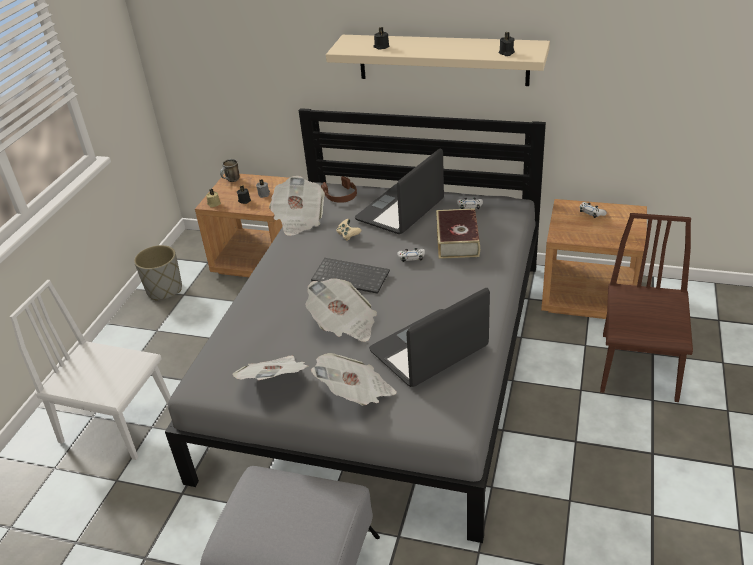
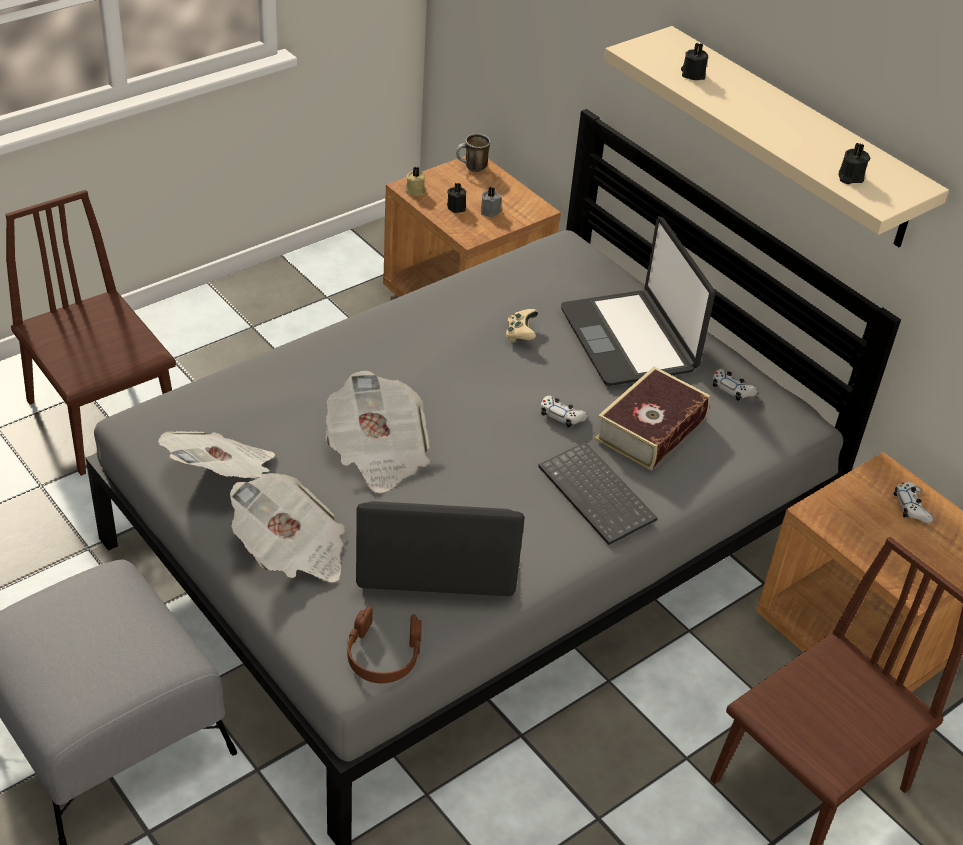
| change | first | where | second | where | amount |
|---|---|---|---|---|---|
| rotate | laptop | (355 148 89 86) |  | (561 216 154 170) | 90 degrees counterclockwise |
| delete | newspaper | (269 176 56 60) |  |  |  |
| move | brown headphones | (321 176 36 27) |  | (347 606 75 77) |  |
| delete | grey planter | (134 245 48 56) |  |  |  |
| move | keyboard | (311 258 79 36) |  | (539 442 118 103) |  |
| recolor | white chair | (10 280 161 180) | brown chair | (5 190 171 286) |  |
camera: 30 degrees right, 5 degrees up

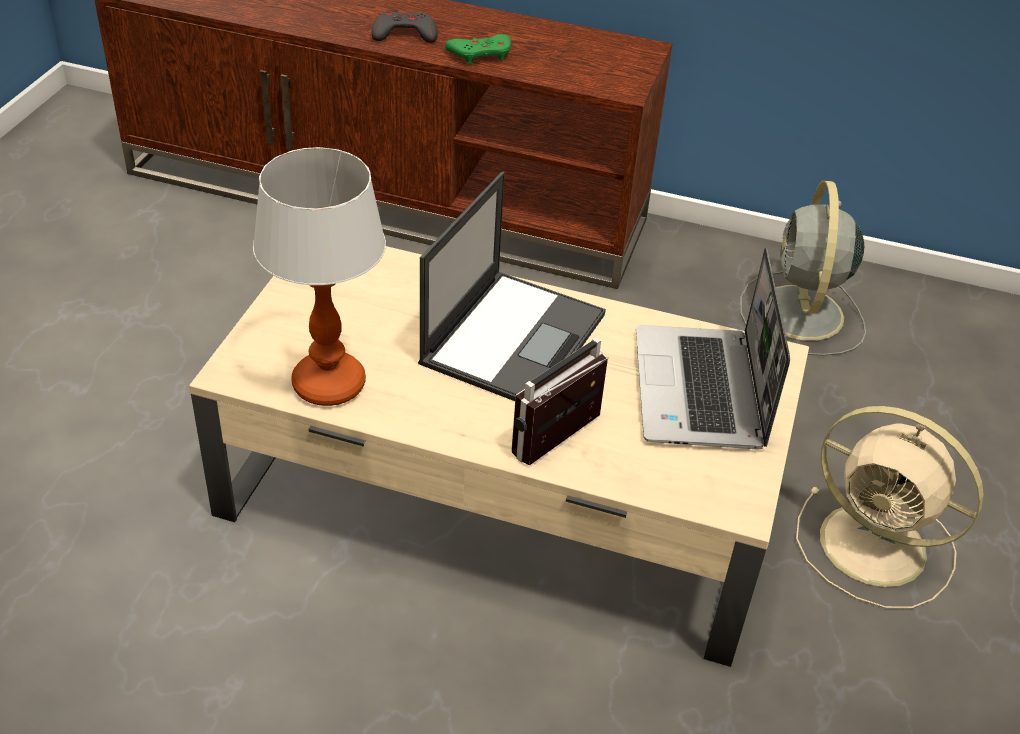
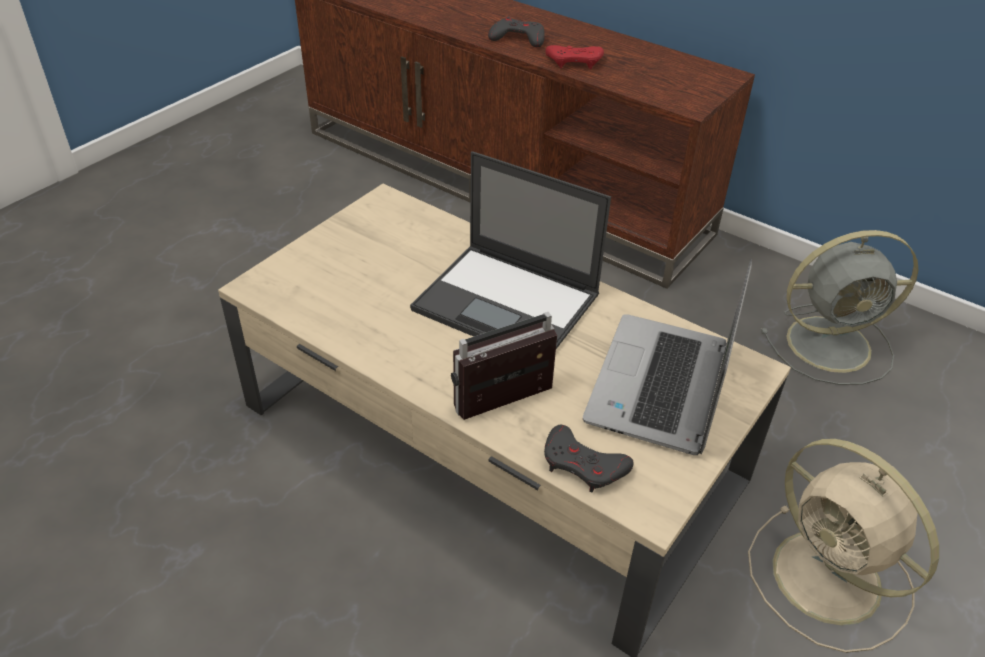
| change | first | where | second | where | amount |
|---|---|---|---|---|---|
| recolor | green game controller | (445 34 66 31) | red game controller | (545 45 59 24) |  |
| delete | table lamp | (253 147 133 259) |  |  |  |
| rotate | laptop | (418 172 188 229) |  | (410 151 201 198) | 75 degrees clockwise |
| rotate | grey fan | (740 181 126 175) |  | (761 230 157 155) | 120 degrees counterclockwise |
| insert |  |  | grey game controller | (544 425 90 67) |  |
camera: 20 degrees right, 0 degrees up

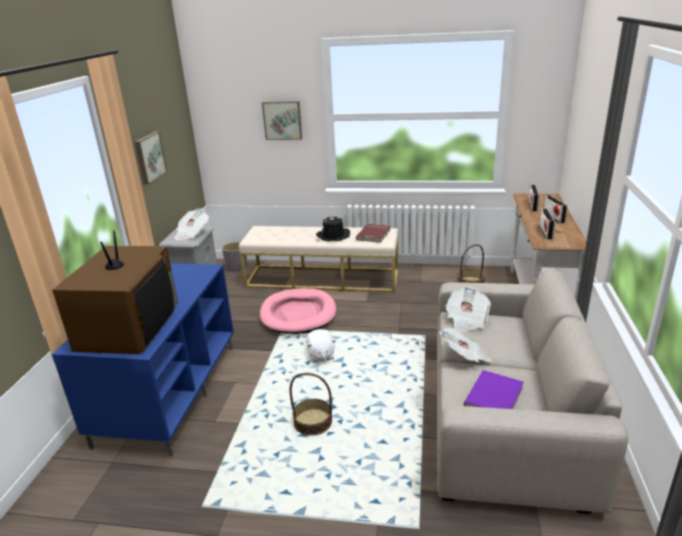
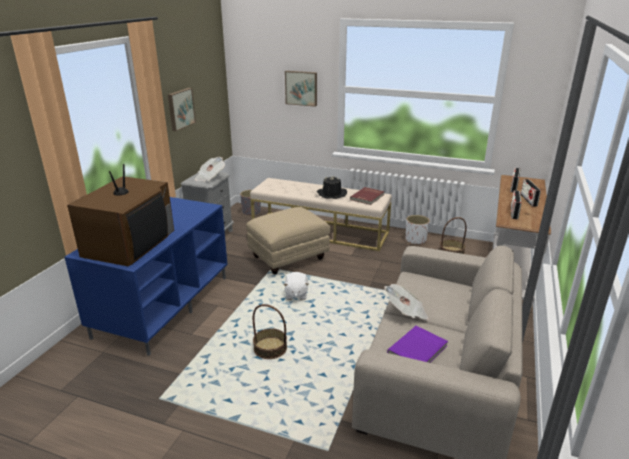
| change | first | where | second | where | amount |
|---|---|---|---|---|---|
| delete | newspaper | (445 287 46 45) |  |  |  |
| replace | pink dog bed | (260 288 76 46) | beige ottoman | (246 207 85 67) |  |
| insert |  |  | white planter | (406 215 24 29) |  |
camera: 10 degrees right, 0 degrees up

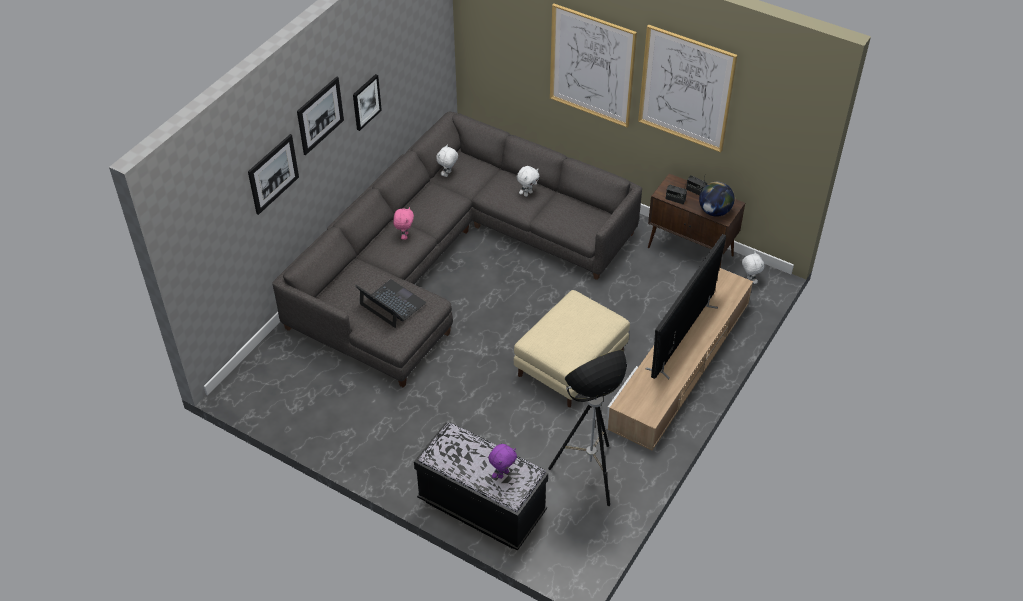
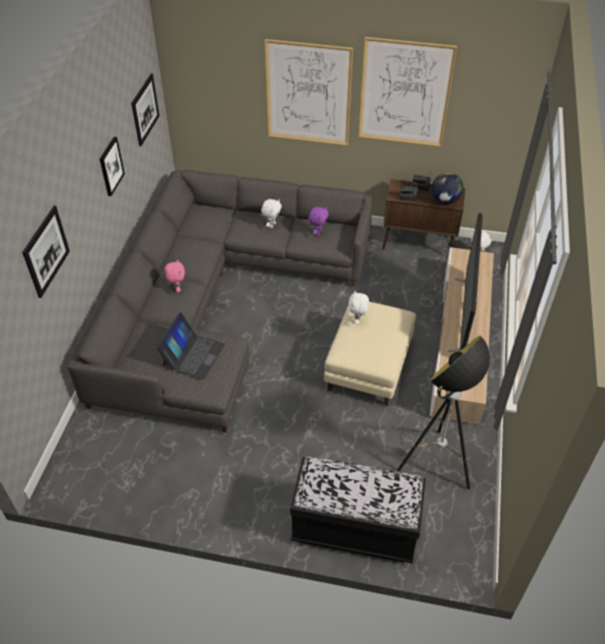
| change | first | where | second | where | amount |
|---|---|---|---|---|---|
| move | picture | (297 77 47 78) |  | (131 73 28 73) |  |
| move | white plush toy | (436 144 22 33) |  | (348 290 21 34) |  |
| rotate | laptop | (355 279 71 49) |  | (156 312 69 68) | 90 degrees clockwise |
| move | purple plush toy | (488 444 29 35) |  | (308 207 21 29) |  |
camera: 20 degrees left, 0 degrees up

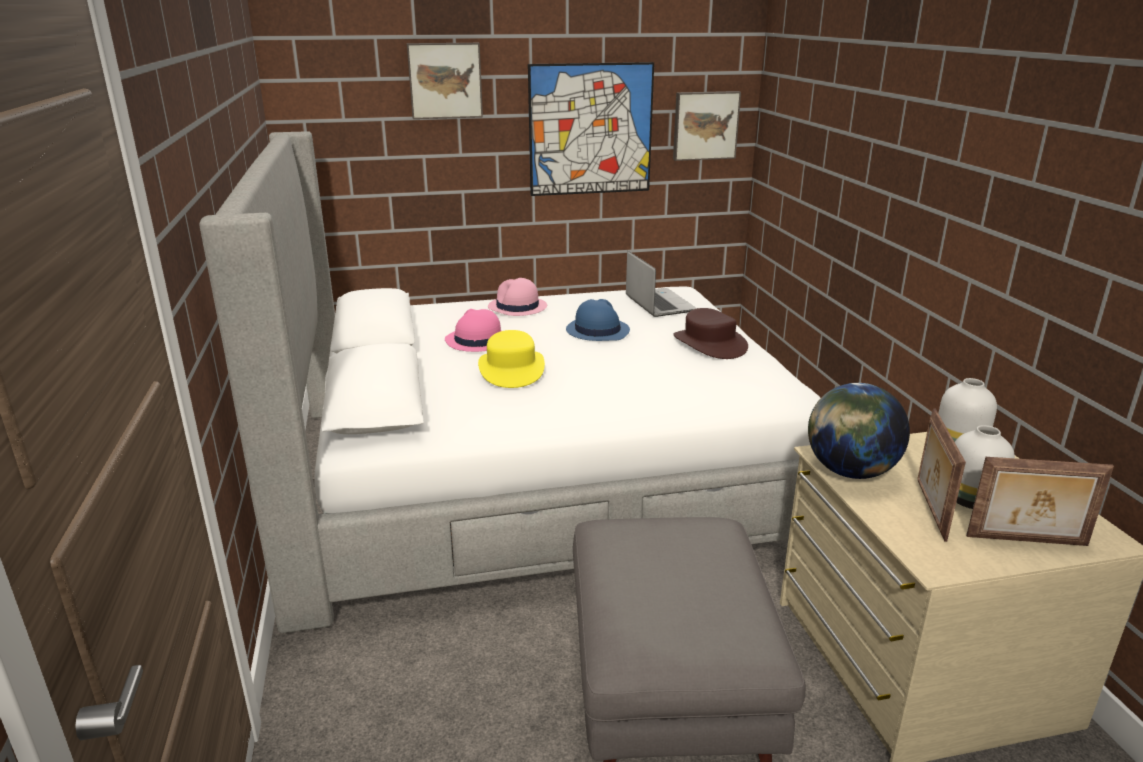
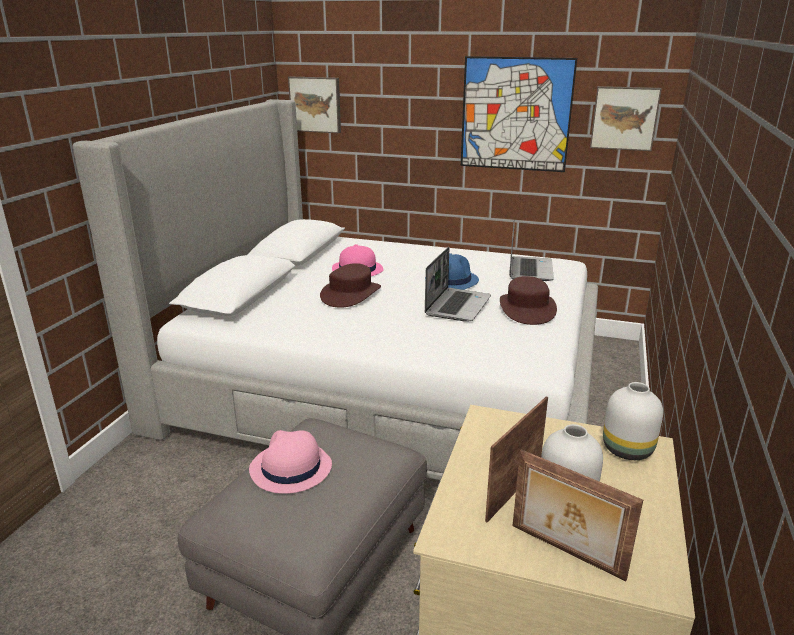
| change | first | where | second | where | amount |
|---|---|---|---|---|---|
| move | picture | (407 43 76 76) |  | (288 77 53 56) |  |
| move | pink hat | (488 278 59 38) |  | (249 430 83 64) |  |
| recolor | yellow hat | (478 330 67 58) | brown hat | (320 263 61 45) |  |
| delete | globe | (808 383 102 96) |  |  |  |
| insert |  |  | laptop | (425 247 66 75) |  |
camera: 30 degrees right, 0 degrees up

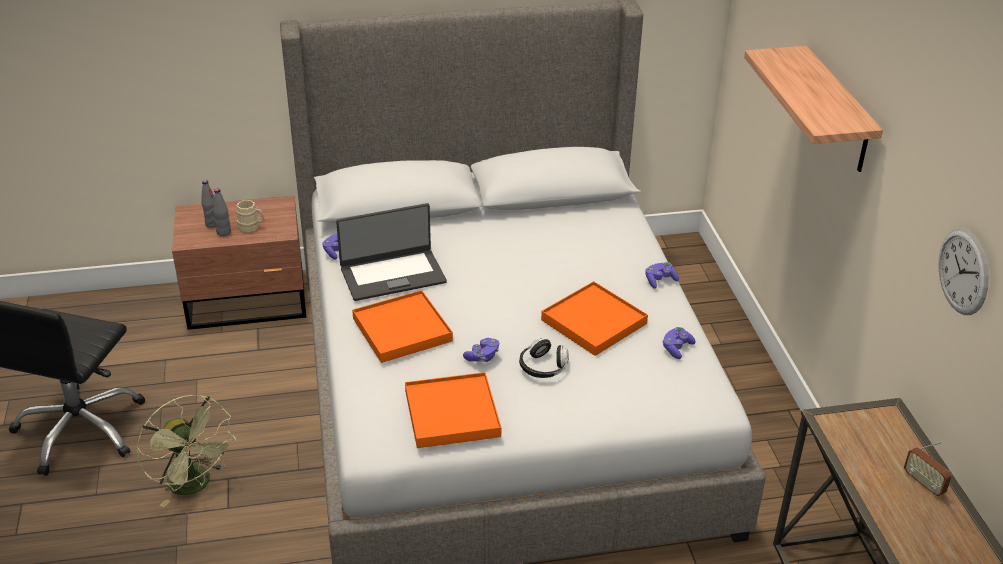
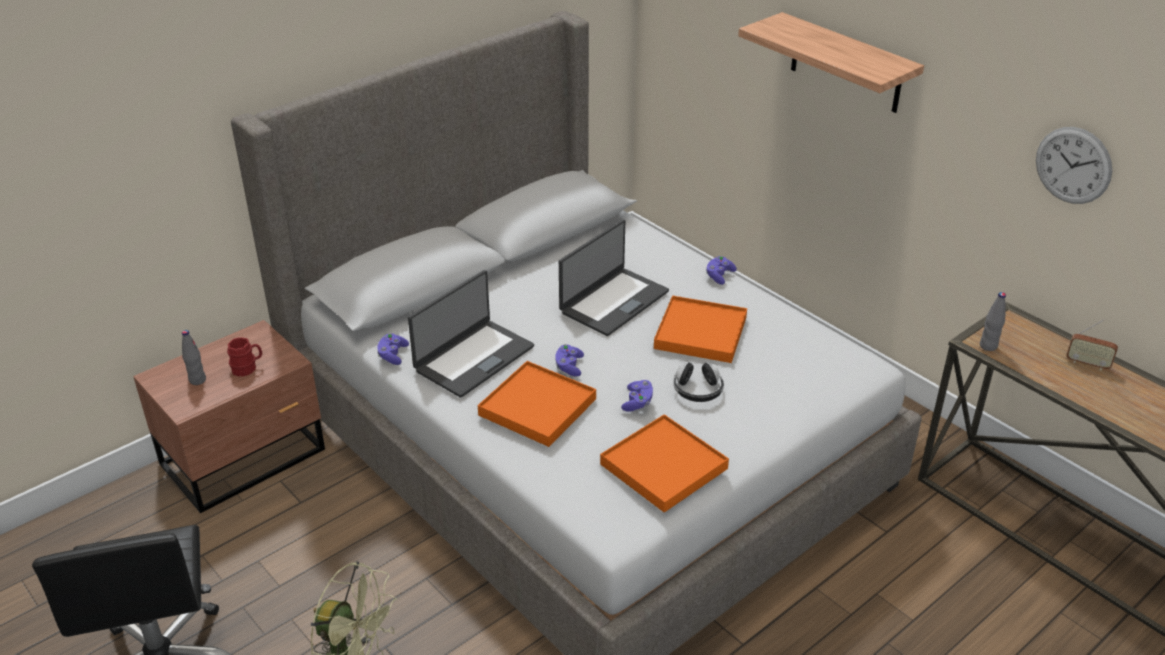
| change | first | where | second | where | amount |
|---|---|---|---|---|---|
| move | grey bottle | (213 189 18 47) |  | (980 292 26 59) |  |
| recolor | beige mug | (236 200 28 33) | red mug | (227 337 35 40) |  |
| move | purple game controller | (662 327 34 32) |  | (555 344 29 33) |  |
| insert |  |  | laptop | (559 220 110 116) |  |
camera: 30 degrees left, 0 degrees up

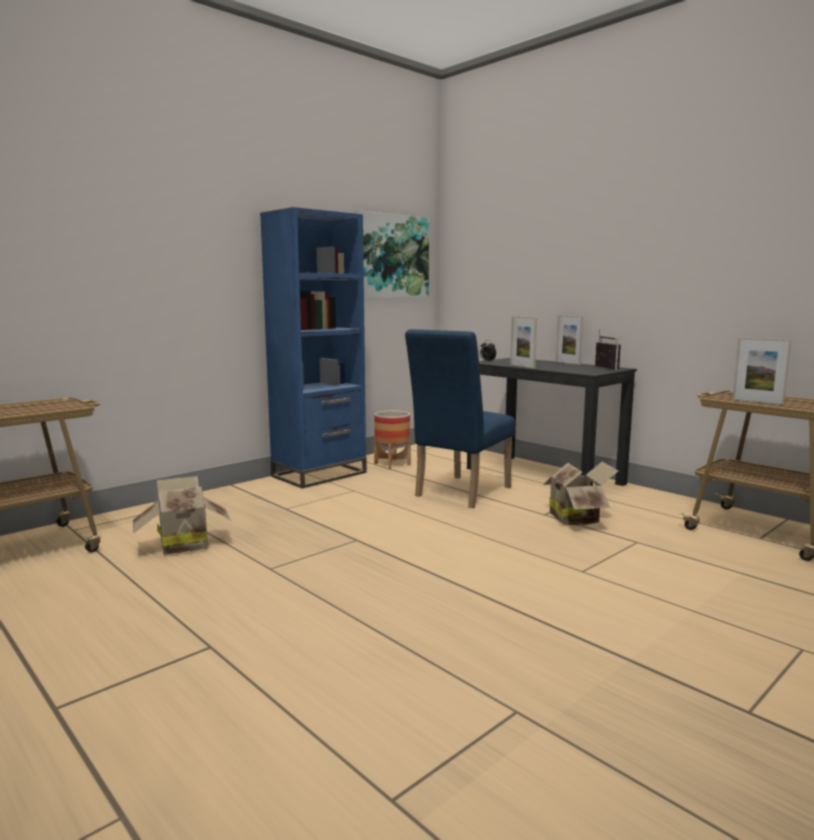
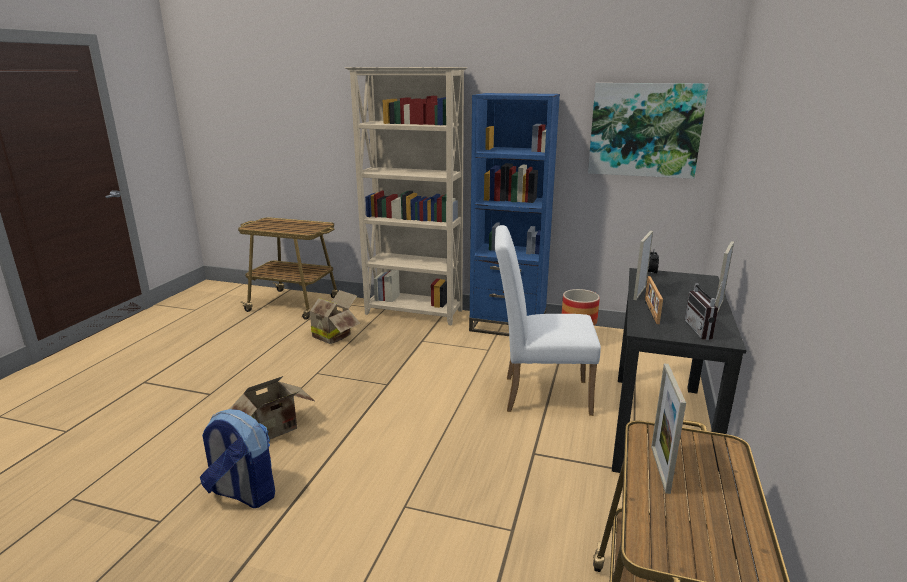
| change | first | where | second | where | amount |
|---|---|---|---|---|---|
| recolor | blue chair | (405 329 110 179) | white chair | (495 225 106 191) |  |
| rotate | radio | (595 329 26 41) |  | (685 280 38 60) | 135 degrees clockwise |
| move | cardboard box | (543 461 76 65) |  | (229 376 87 64) |  |
| insert |  |  | beige bookcase | (345 67 122 258) |  |
| insert |  |  | picture frame | (645 276 18 48) |  |
| insert |  |  | backpack | (200 409 75 99) |  |
camera: 60 degrees right, 10 degrees up

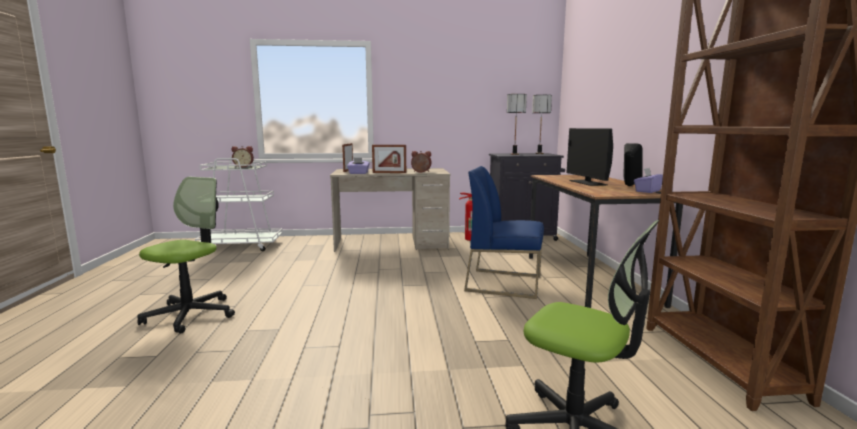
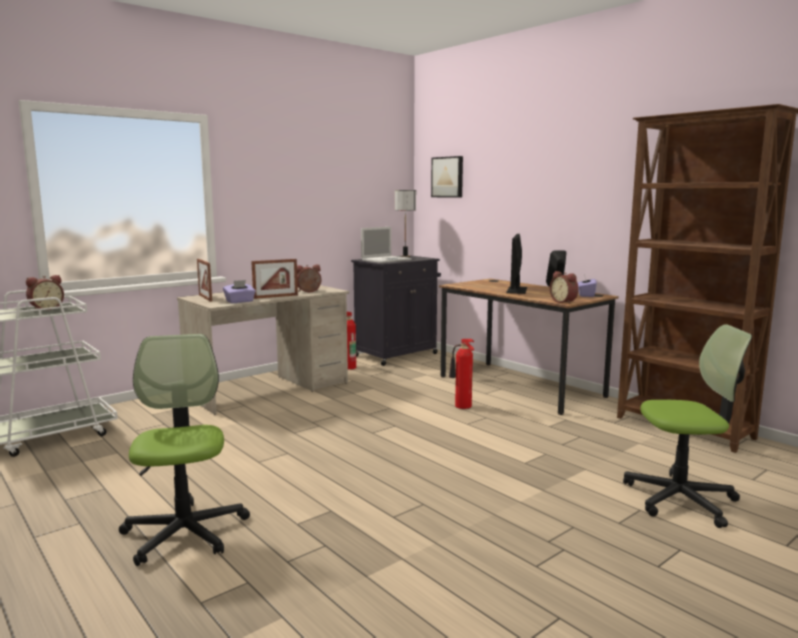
| change | first | where | second | where | amount |
|---|---|---|---|---|---|
| replace | table lamp | (507 94 20 61) | laptop | (361 227 51 36) |  |
| rotate | monitor | (566 128 47 58) |  | (506 234 21 60) | 60 degrees clockwise |
| replace | blue chair | (464 166 80 133) | fire extinguisher | (449 339 25 70) |  |
| insert |  |  | picture | (431 156 32 42) |  |
| insert |  |  | alarm clock | (550 271 29 33) |  |
camera: 35 degrees left, 0 degrees up

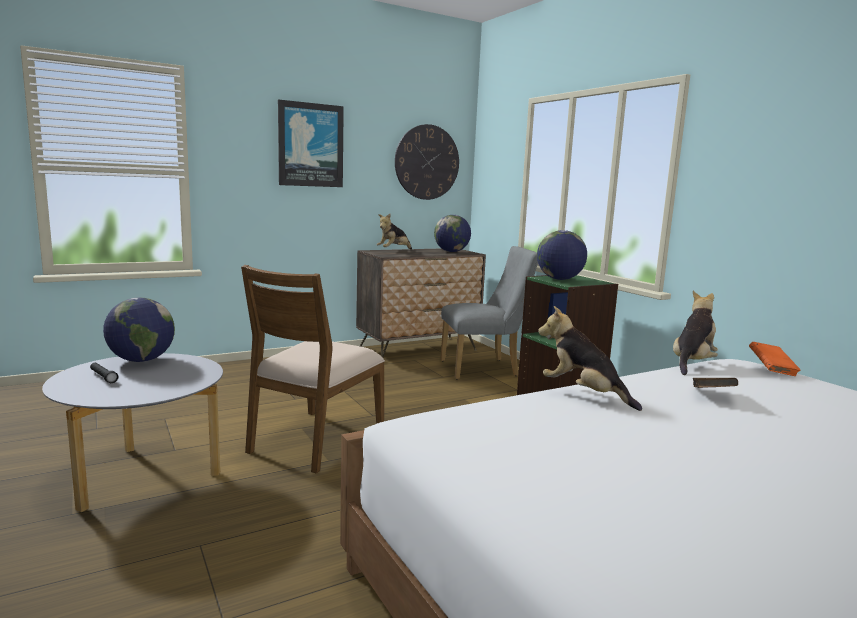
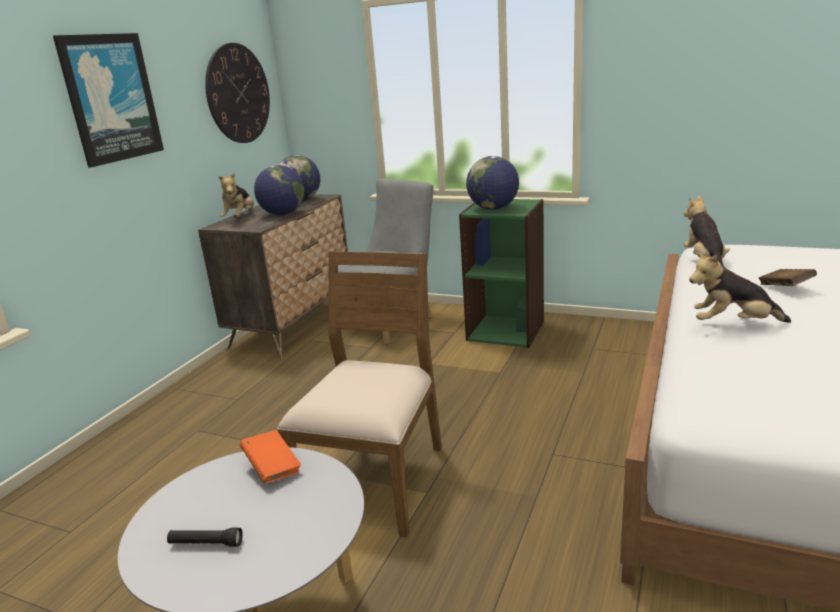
| change | first | where | second | where | amount |
|---|---|---|---|---|---|
| rotate | brown chair | (241 265 144 208) |  | (277 251 165 286) | 150 degrees counterclockwise |
| move | globe | (103 298 72 64) |  | (254 165 50 50) |  |
| move | orange book | (749 342 52 34) |  | (240 430 61 54) |  |
camera: 35 degrees left, 10 degrees up

